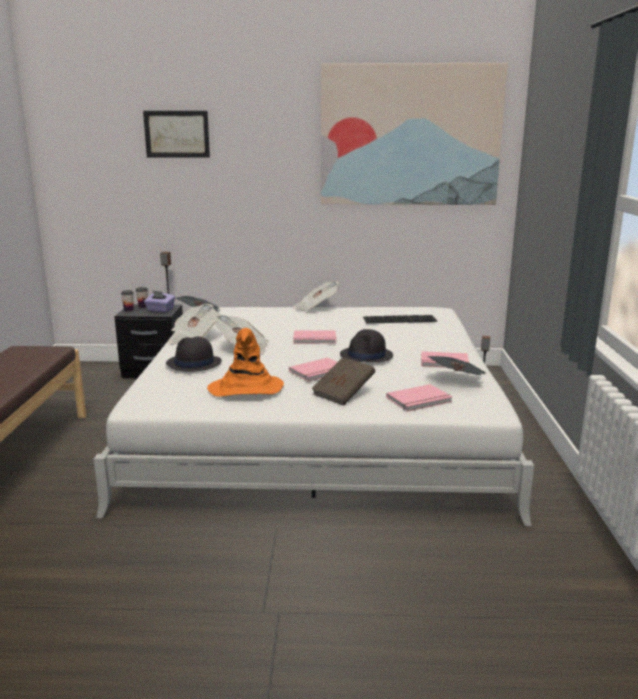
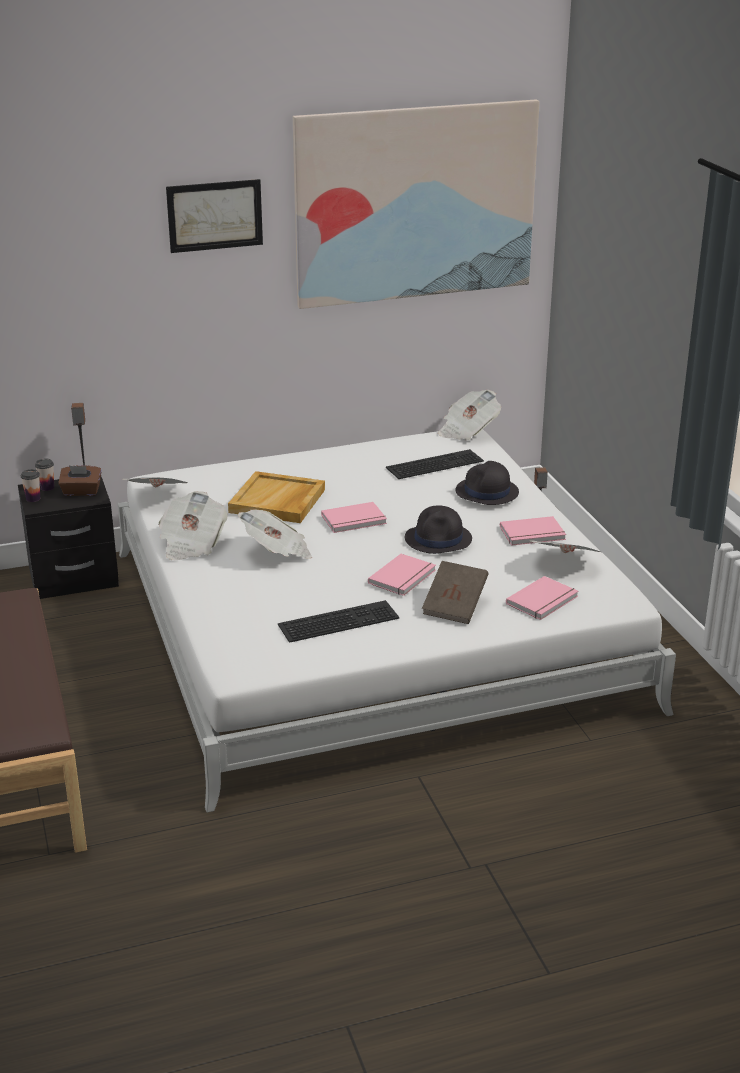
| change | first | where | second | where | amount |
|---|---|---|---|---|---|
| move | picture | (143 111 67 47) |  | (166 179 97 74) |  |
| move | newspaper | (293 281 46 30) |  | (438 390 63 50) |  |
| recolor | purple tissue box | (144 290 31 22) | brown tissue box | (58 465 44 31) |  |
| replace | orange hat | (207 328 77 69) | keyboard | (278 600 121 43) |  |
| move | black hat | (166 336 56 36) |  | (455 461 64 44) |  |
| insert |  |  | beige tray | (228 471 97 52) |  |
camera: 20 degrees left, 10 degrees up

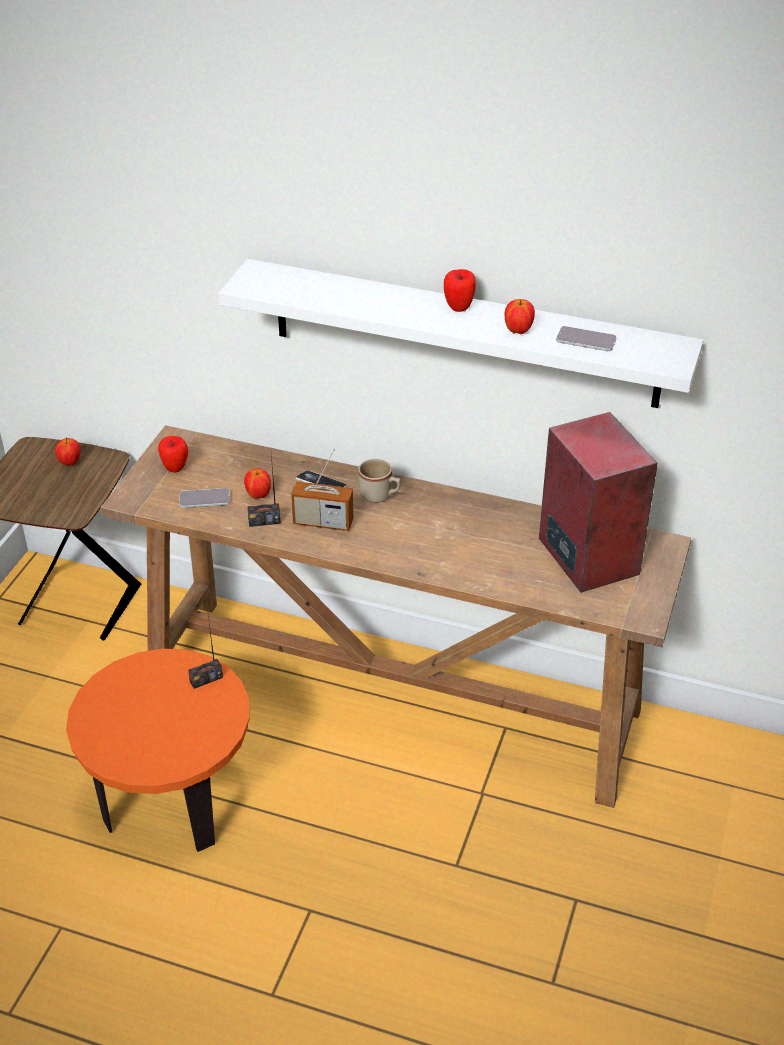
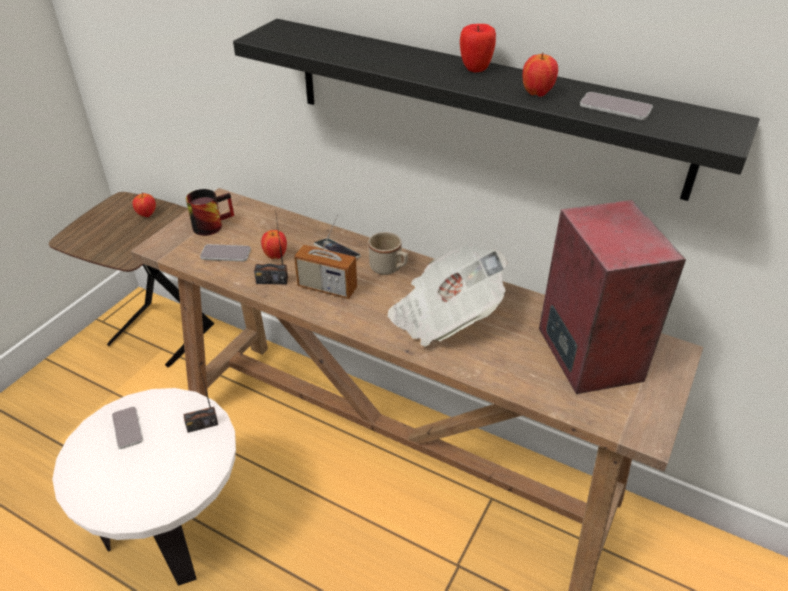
| change | first | where | second | where | amount |
|---|---|---|---|---|---|
| recolor | white shelf | (218 259 485 149) | black shelf | (233 19 527 182) |  |
| replace | apple | (158 436 30 36) | mug | (186 189 48 47) |  |
| recolor | orange side table | (66 649 184 203) | white side table | (52 388 184 198) |  |
| insert |  |  | newspaper | (388 244 120 103) |  |
| insert |  |  | phone | (112 407 31 42) |  |
camera: 10 degrees right, 0 degrees up

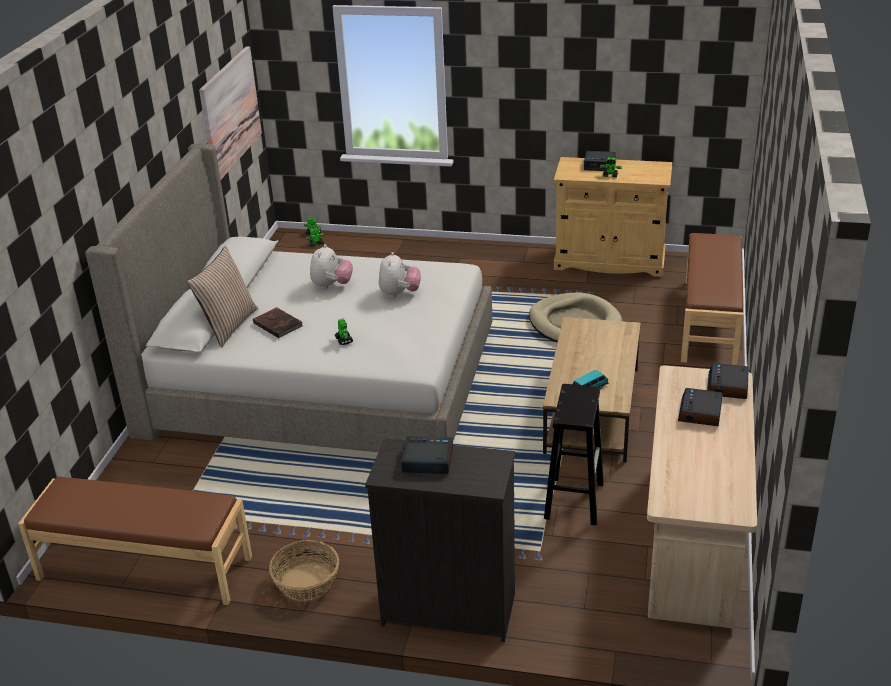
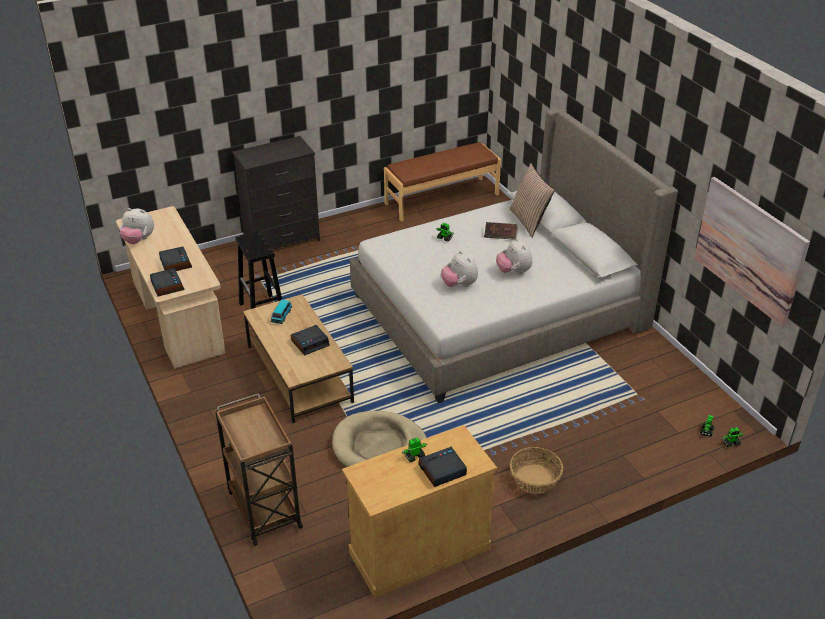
| change | first | where | second | where | amount |
|---|---|---|---|---|---|
| replace | brown bench | (681 233 63 132) | brown cart | (215 393 88 153) |  |
| move | alarm clock | (401 436 52 38) |  | (291 325 38 30) |  |
| move | basket | (269 540 70 61) |  | (510 447 53 47) |  |
| insert |  |  | plush toy | (120 208 34 36) |  |
camera: 140 degrees right, 5 degrees up

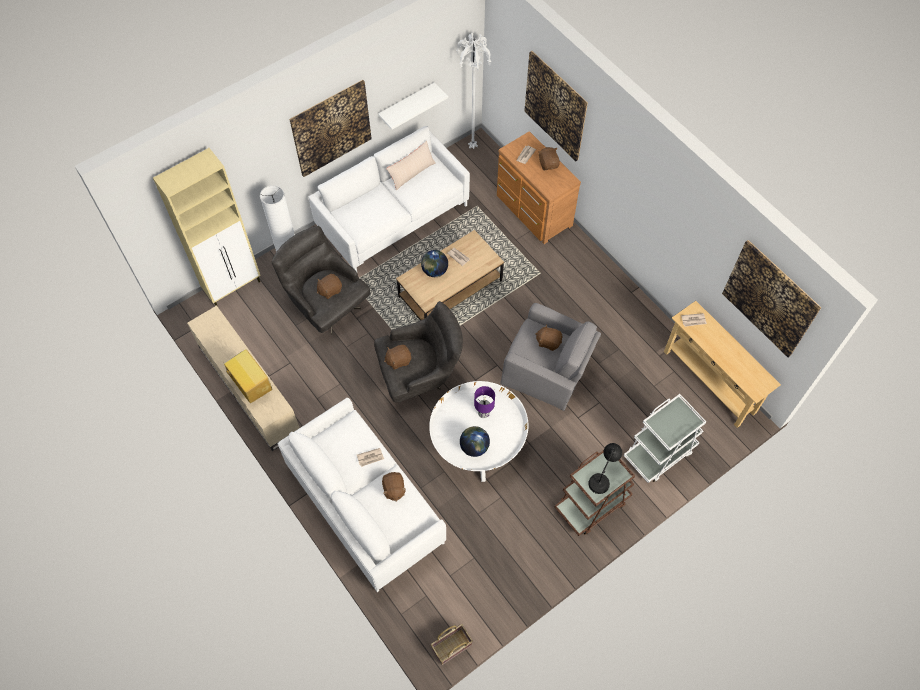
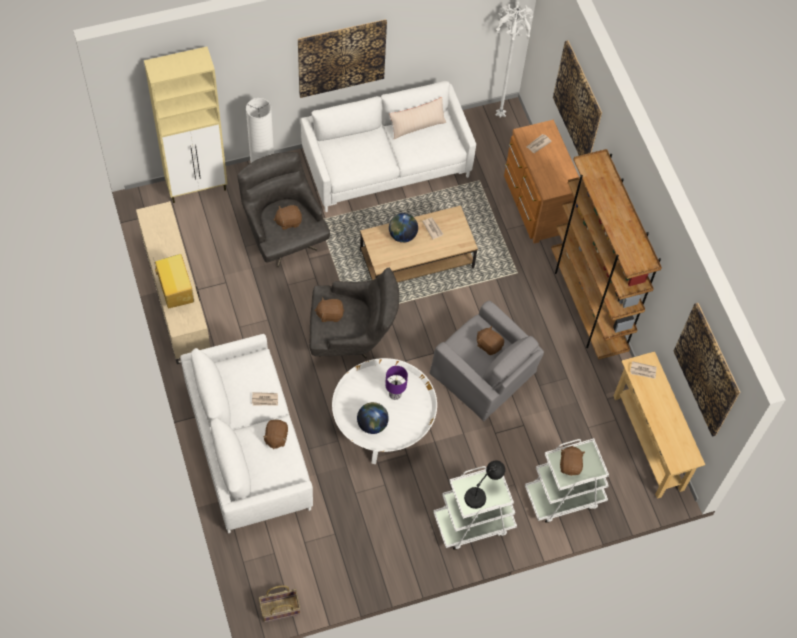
| change | first | where | second | where | amount |
|---|---|---|---|---|---|
| delete | white shelf | (378 82 70 48) |  |  |  |
| move | brown plush toy | (538 147 22 23) |  | (560 446 25 30) |  |
| recolor | brown cart | (555 450 80 86) | white cart | (433 466 84 84) |  |
| insert |  |  | brown bookcase | (551 149 111 211) |  |
camera: 15 degrees right, 0 degrees up

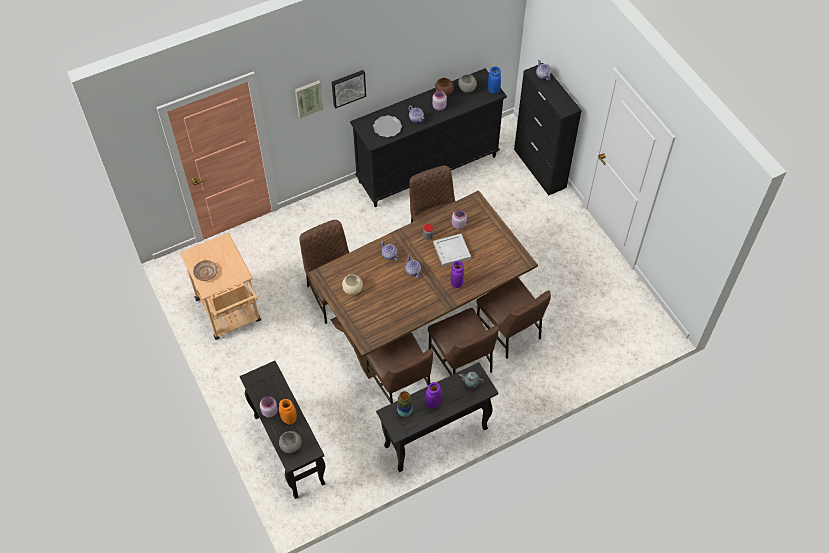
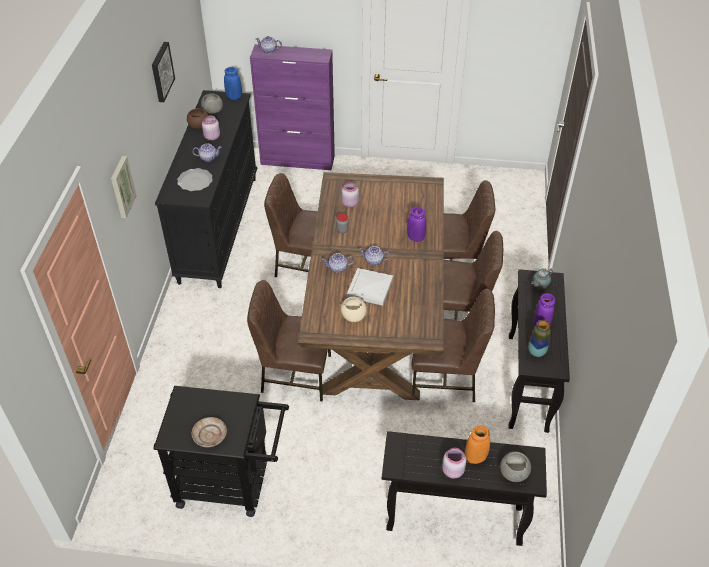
| change | first | where | second | where | amount |
|---|---|---|---|---|---|
| recolor | black cabinet | (514 63 68 133) | purple cabinet | (250 44 85 126) |  |
| move | picture | (332 70 34 38) |  | (152 42 23 60) |  |
| recolor | beige cart | (180 233 81 107) | black cart | (153 386 136 131) |  |
| move | white tray | (433 234 38 32) |  | (347 268 46 38) |  |
camera: 55 degrees left, 10 degrees down

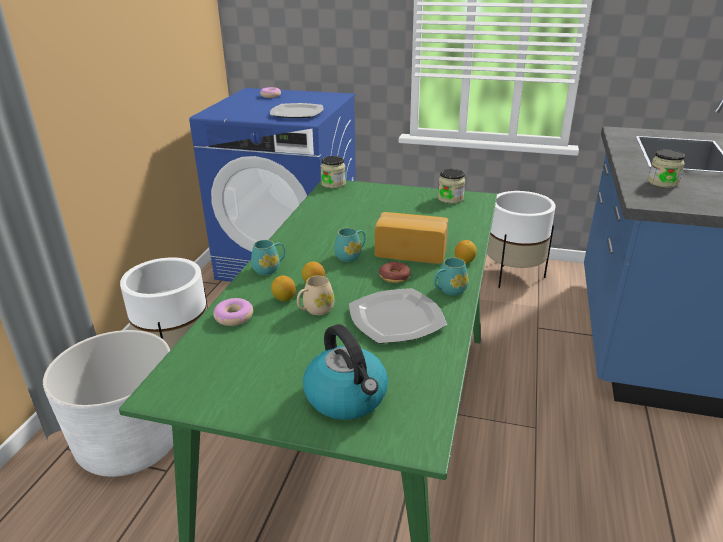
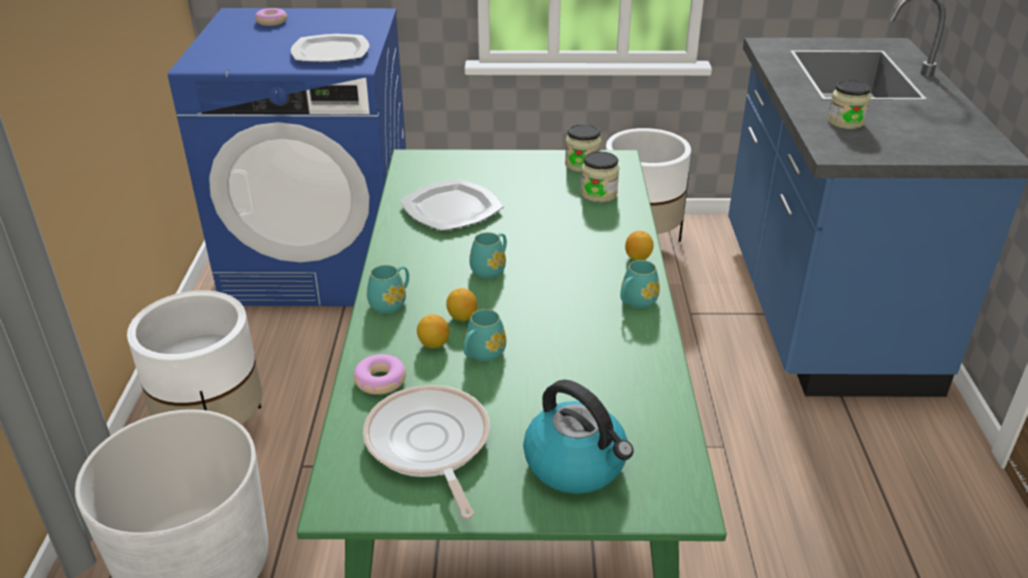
| change | first | where | second | where | amount |
|---|---|---|---|---|---|
| move | jar | (321 156 25 32) |  | (580 151 39 51) |  |
| delete | bread | (375 212 73 52) |  |  |  |
| delete | donut | (379 261 32 22) |  |  |  |
| recolor | beige mug | (297 275 37 40) | turquoise mug | (463 309 43 52) |  |
| move | plate | (349 288 98 56) |  | (400 179 103 52) |  |
| insert |  |  | frying pan | (363 385 127 134) |  |
camera: 15 degrees left, 5 degrees up

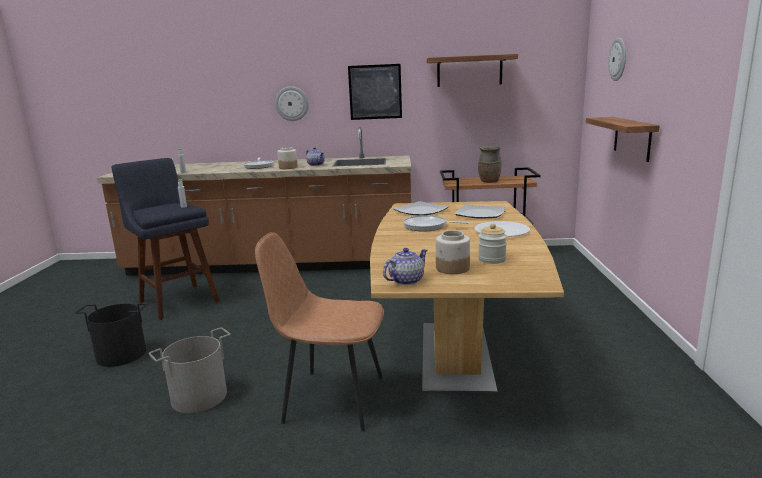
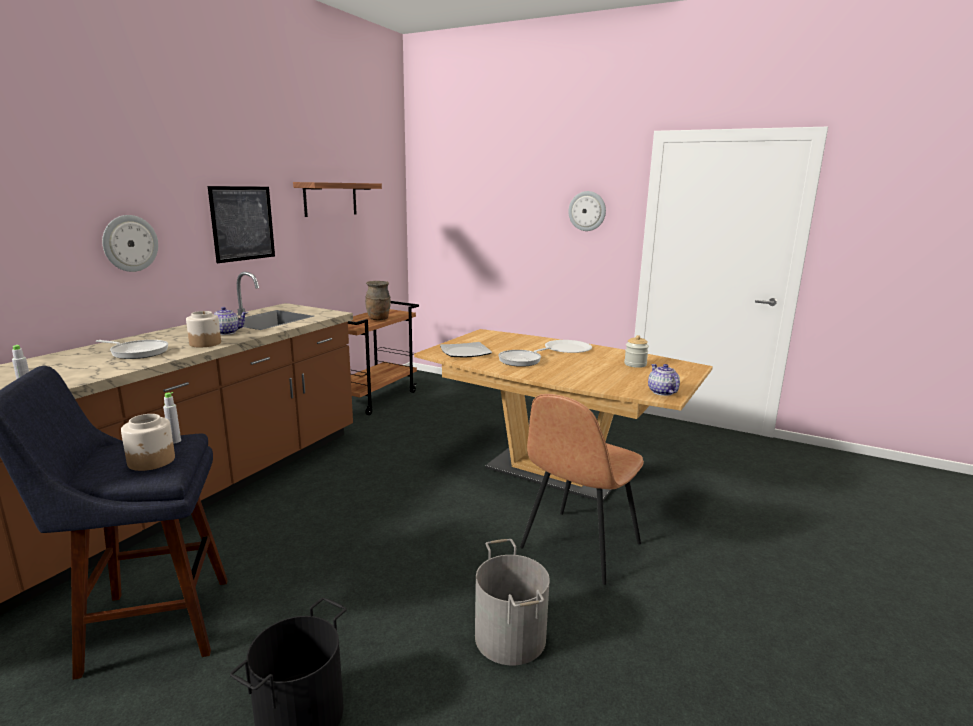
| change | first | where | second | where | amount |
|---|---|---|---|---|---|
| move | wall clock | (608 38 18 43) |  | (568 191 38 40) |  |
| delete | shelf | (586 117 74 45) |  |  |  |
| delete | plate | (455 204 50 14) |  |  |  |
| move | jar | (436 230 34 44) |  | (121 414 54 57) |  |
camera: 65 degrees left, 0 degrees up

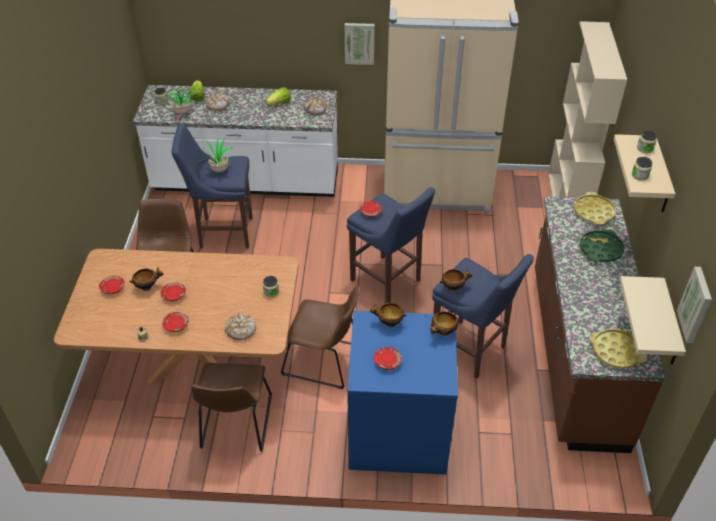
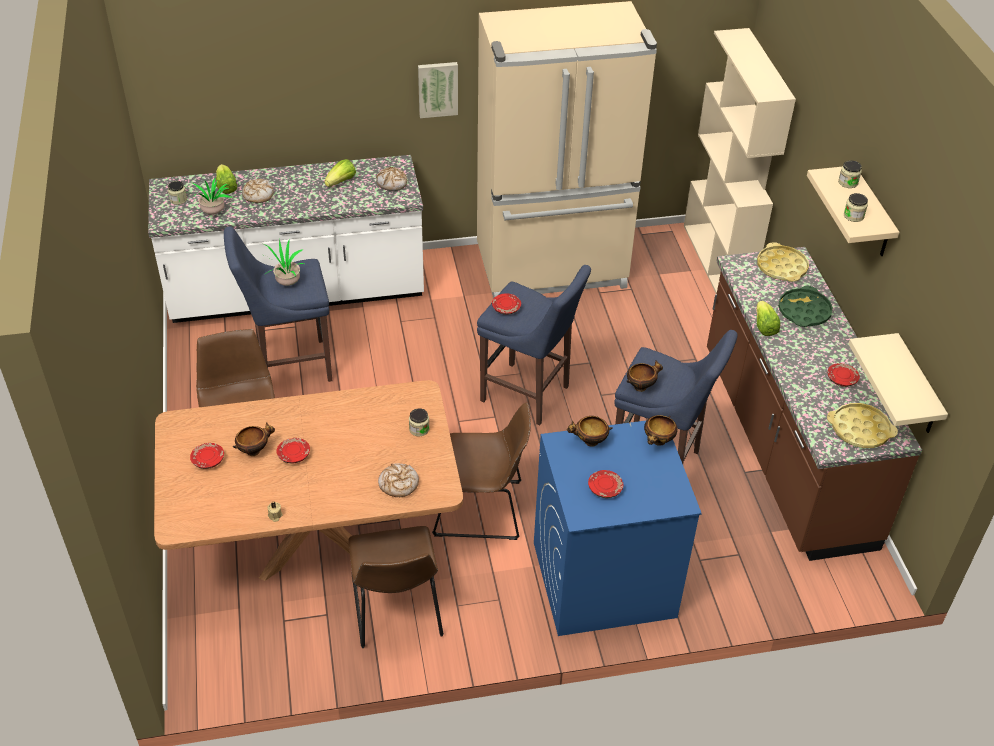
| change | first | where | second | where | amount |
|---|---|---|---|---|---|
| delete | picture | (677 267 35 76) |  |  |  |
| move | red plate | (162 312 27 20) |  | (828 363 32 24) |  |
| insert |  |  | lettuce | (756 301 24 35) |  |
camera: 15 degrees left, 0 degrees up

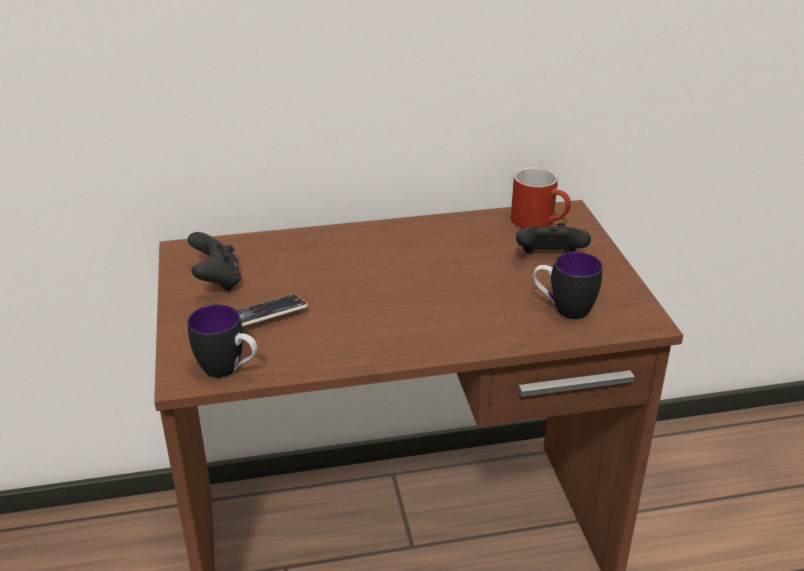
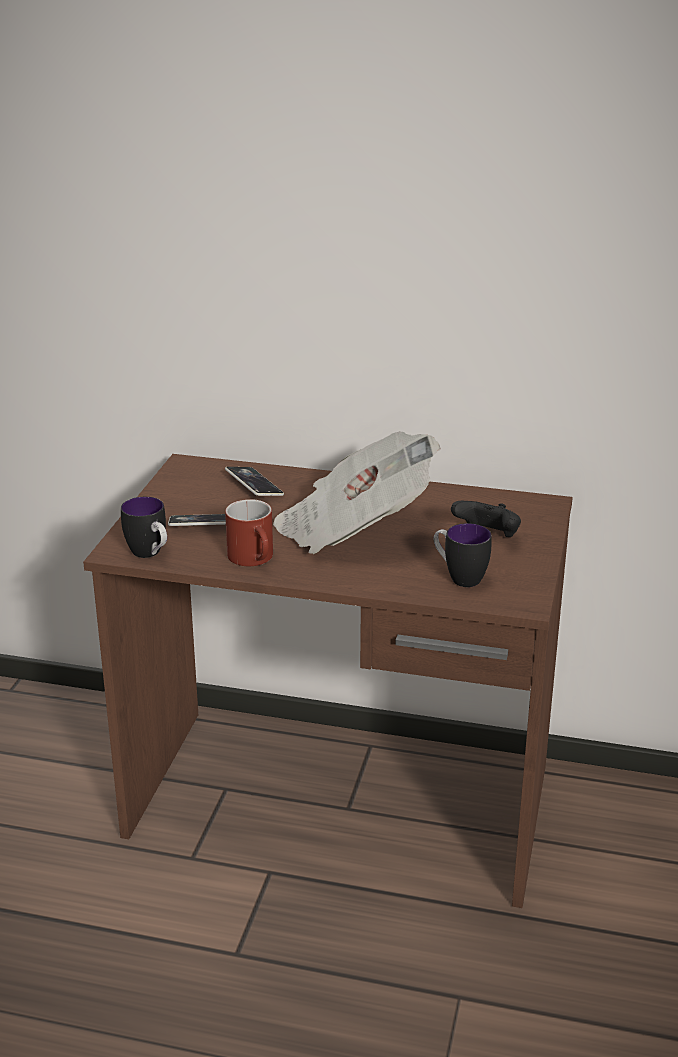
| change | first | where | second | where | amount |
|---|---|---|---|---|---|
| move | red mug | (511 167 60 62) |  | (225 499 48 67) |  |
| delete | black game controller | (188 232 53 59) |  |  |  |
| insert |  |  | newspaper | (273 431 167 123) |  |
| insert |  |  | phone | (225 467 59 29) |  |
camera: 25 degrees right, 5 degrees down

